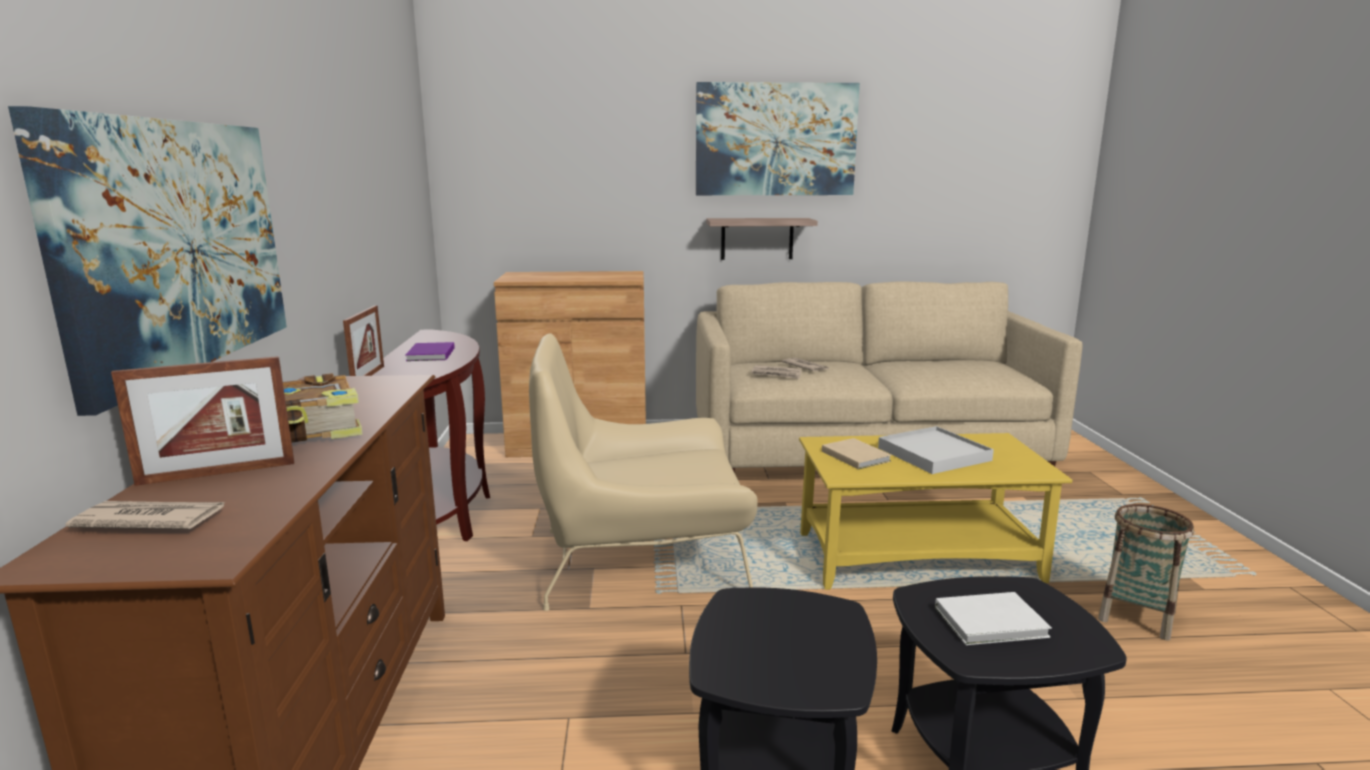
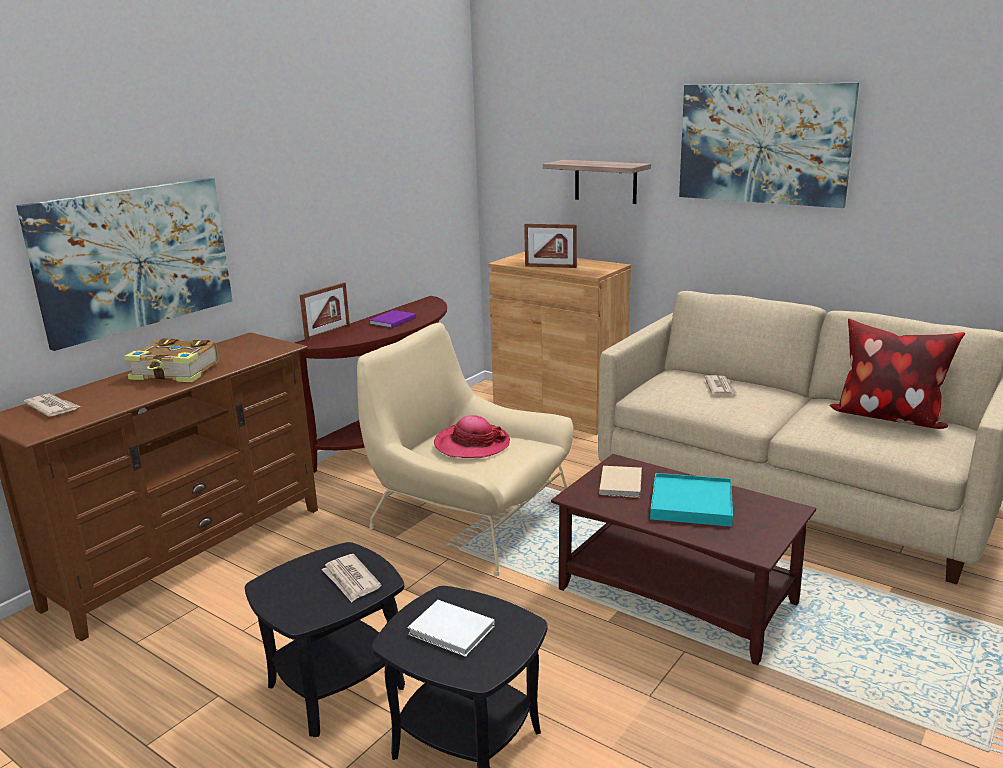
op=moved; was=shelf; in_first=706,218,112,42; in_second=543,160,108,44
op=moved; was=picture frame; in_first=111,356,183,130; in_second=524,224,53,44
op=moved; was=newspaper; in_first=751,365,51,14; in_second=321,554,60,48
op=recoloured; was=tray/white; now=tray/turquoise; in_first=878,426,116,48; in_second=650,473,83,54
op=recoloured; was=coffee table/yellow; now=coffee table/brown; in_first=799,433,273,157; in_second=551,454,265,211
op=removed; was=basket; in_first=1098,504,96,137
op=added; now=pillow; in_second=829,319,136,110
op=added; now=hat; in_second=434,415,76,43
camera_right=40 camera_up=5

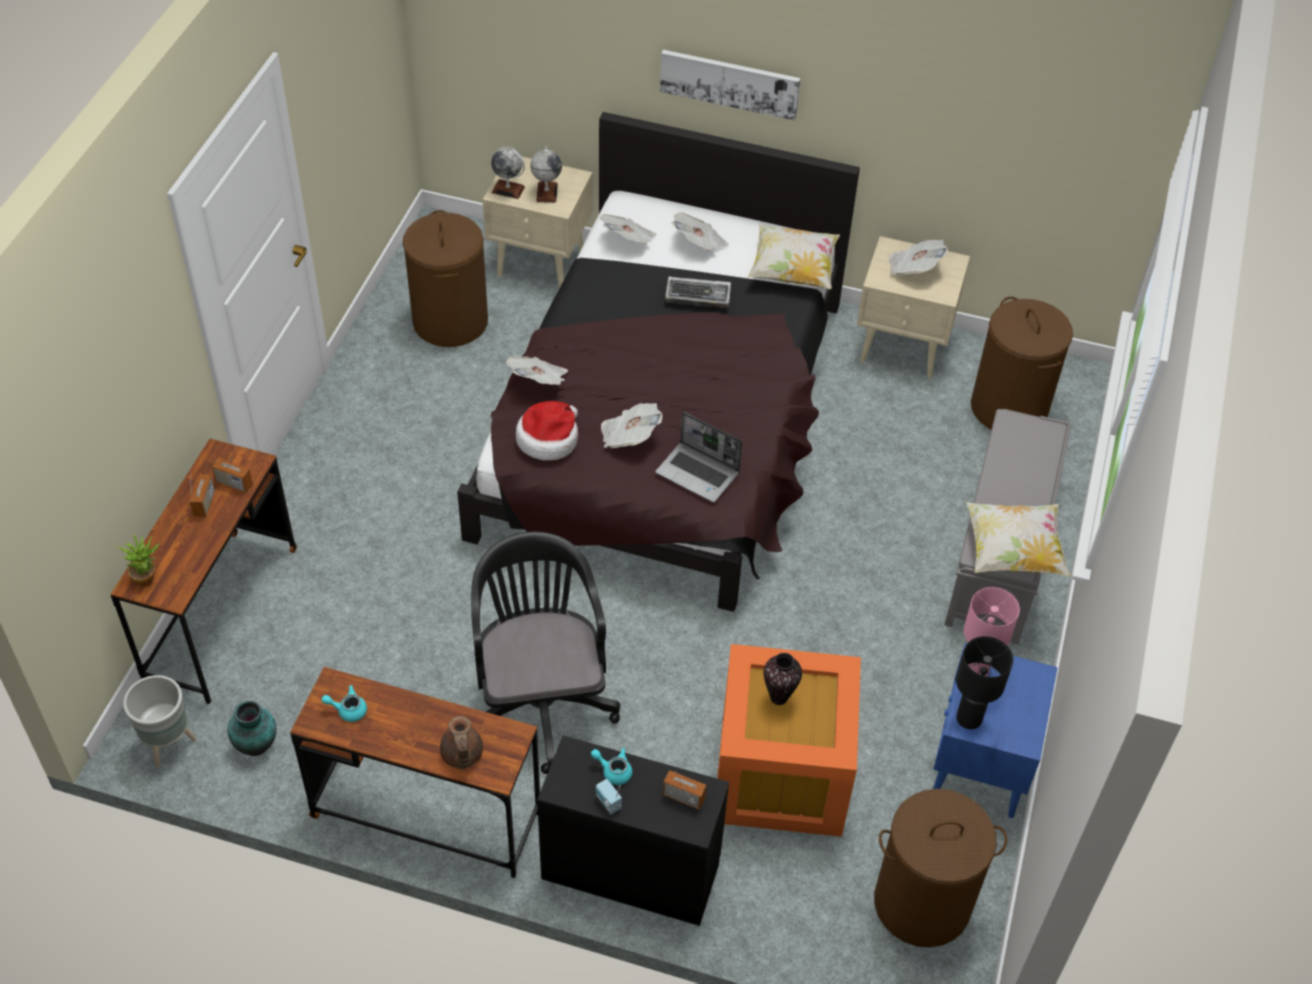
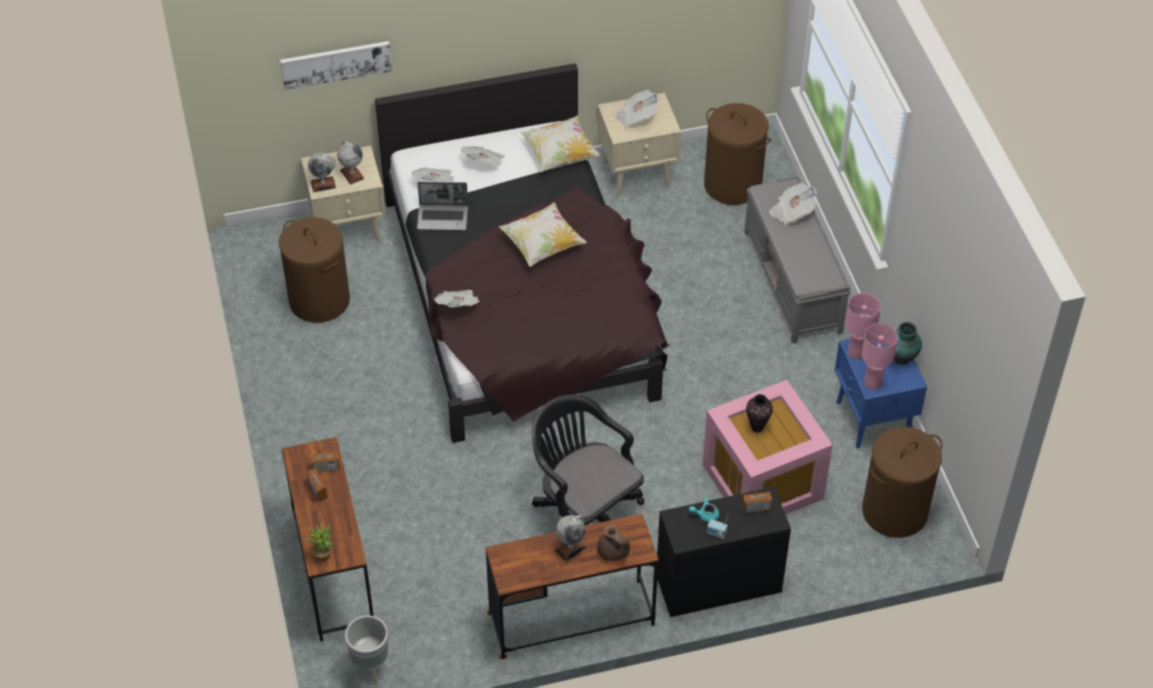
op=moved; was=picture; in_first=660,50,141,71; in_second=280,41,112,49
op=removed; was=keyboard; in_first=665,276,66,32
op=removed; was=hat; in_first=516,401,62,60
op=moved; was=newspaper; in_first=601,403,61,45; in_second=769,183,48,42
op=moved; was=laptop; in_first=656,412,87,90; in_second=417,182,51,48
op=moved; was=pillow; in_first=966,502,105,75; in_second=499,202,88,65
op=recoloured; was=table lamp/black; now=table lamp/pink; in_first=956,636,57,93; in_second=862,323,36,67
op=recoloured; was=storage box/orange; now=storage box/pink; in_first=717,644,144,193; in_second=703,380,130,135
op=removed; was=teapot/turquoise; in_first=321,685,46,37
op=moved; was=vase; in_first=228,701,49,55; in_second=887,322,35,43
op=added; now=globe; in_second=555,515,32,47
camera_right=-30 camera_up=0

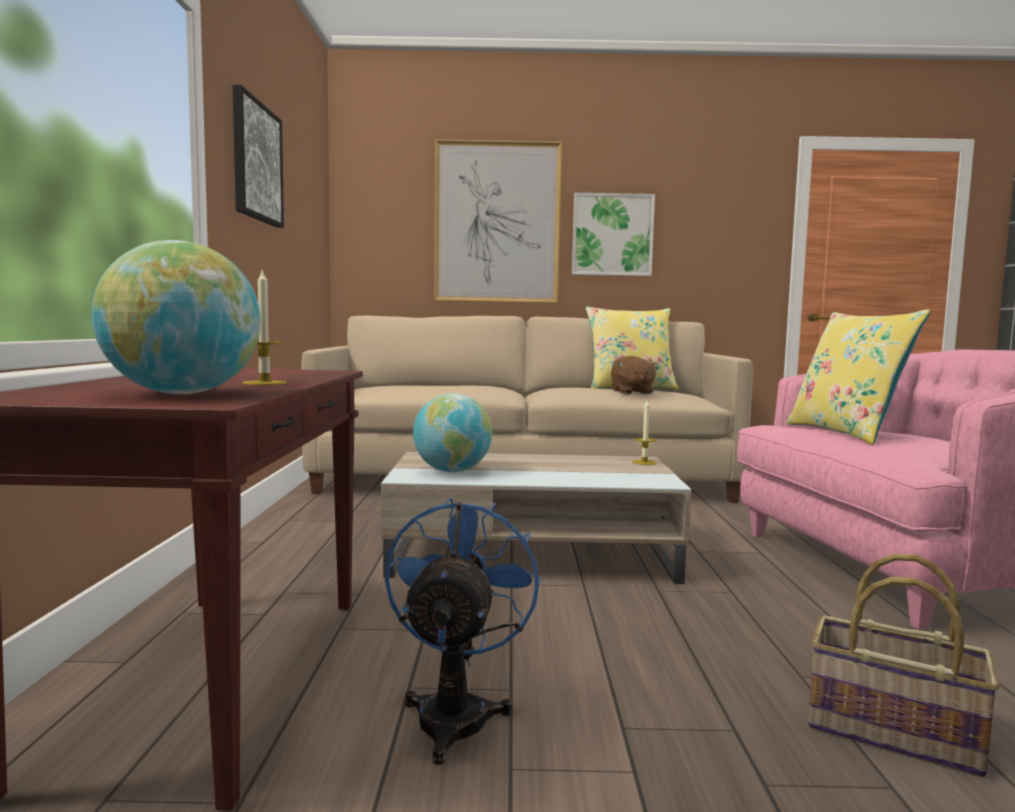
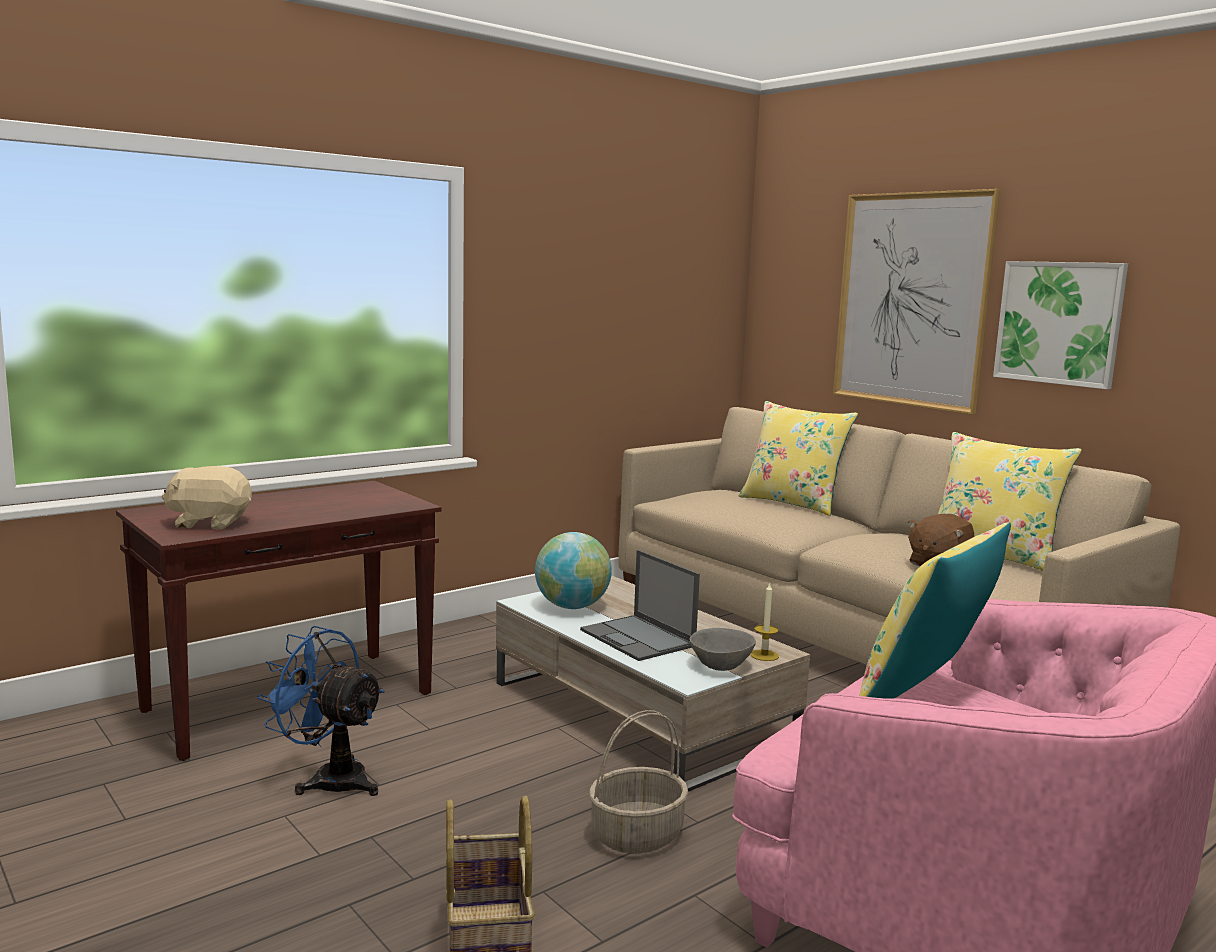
op=removed; was=picture; in_first=233,85,51,143
op=replaced; was=globe; now=plush toy/beige; in_first=91,240,170,154; in_second=161,466,91,63
op=removed; was=candle; in_first=242,268,45,117
op=turned; was=fan/blue; in_first=385,498,156,267; in_second=257,626,128,170; clockwise=-120
op=added; now=pillow/yellow; in_second=739,401,119,115
op=added; now=laptop; in_second=580,550,120,111
op=added; now=bowl/grey; in_second=690,628,66,43
op=added; now=basket; in_second=589,710,99,143
camera_right=50 camera_up=5

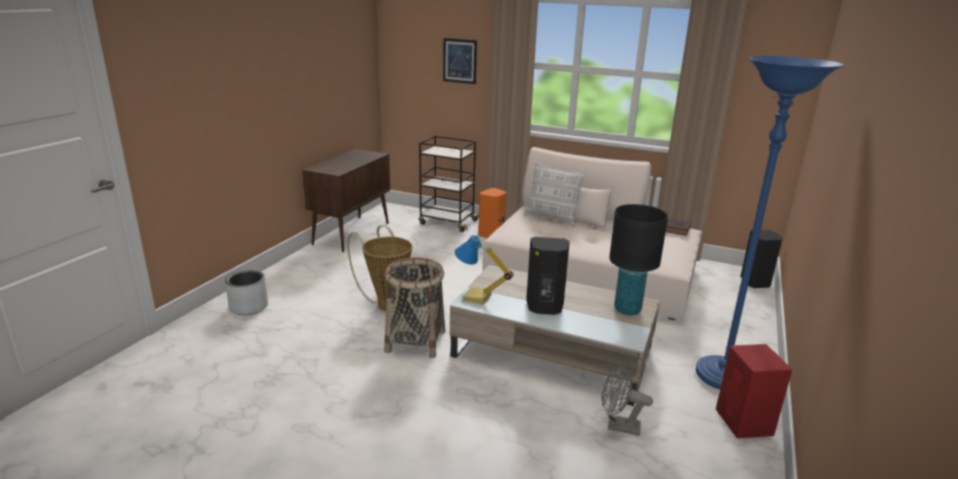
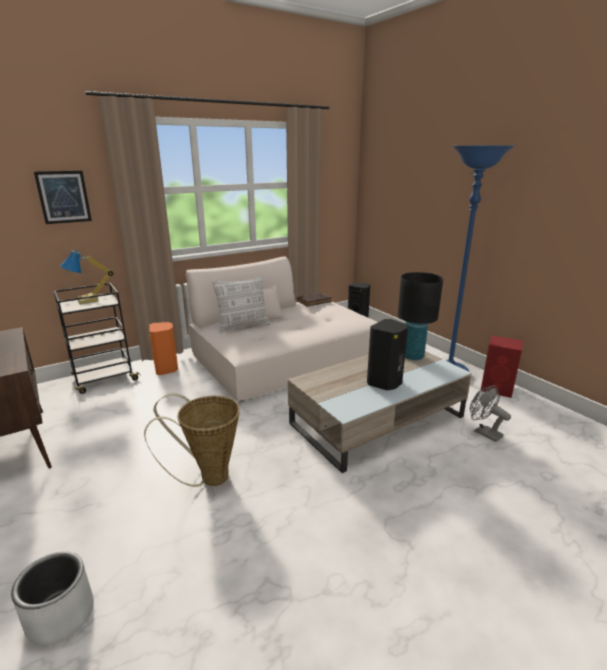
op=moved; was=table lamp; in_first=454,235,60,70; in_second=60,250,54,55
op=removed; was=basket; in_first=384,258,61,100
op=turned; was=fan/grey; in_first=602,364,51,72; in_second=470,385,41,57; clockwise=90
camera_right=-55 camera_up=0

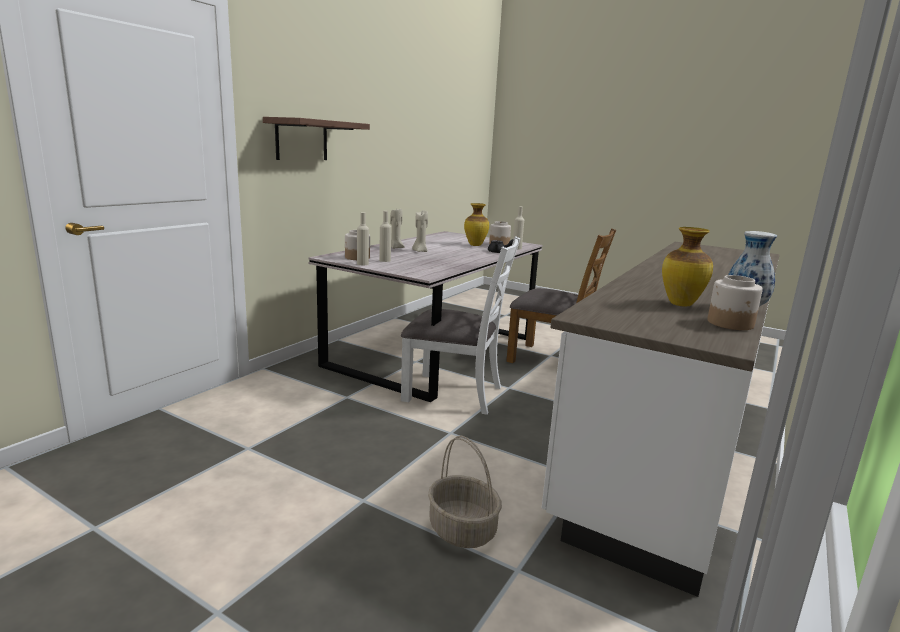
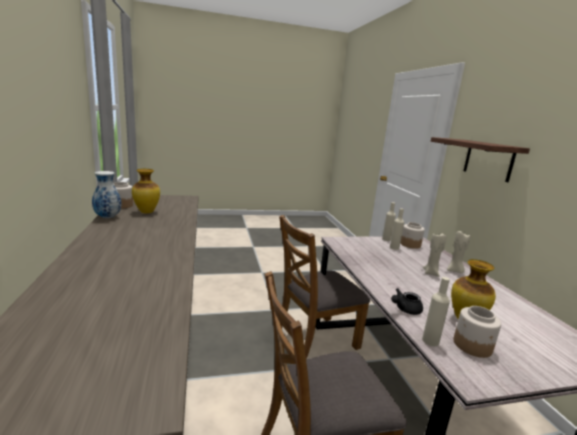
op=recoloured; was=chair/white; now=chair/brown; in_first=401,236,119,179; in_second=279,215,91,144
op=removed; was=basket; in_first=428,436,74,112
camera_right=135 camera_up=0

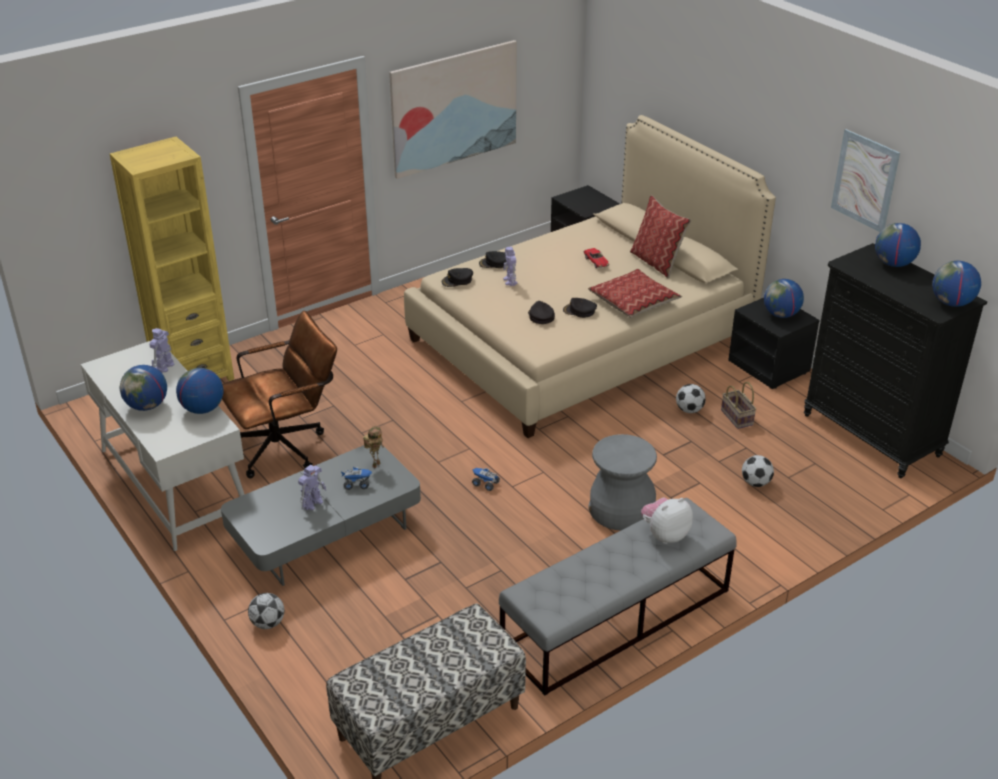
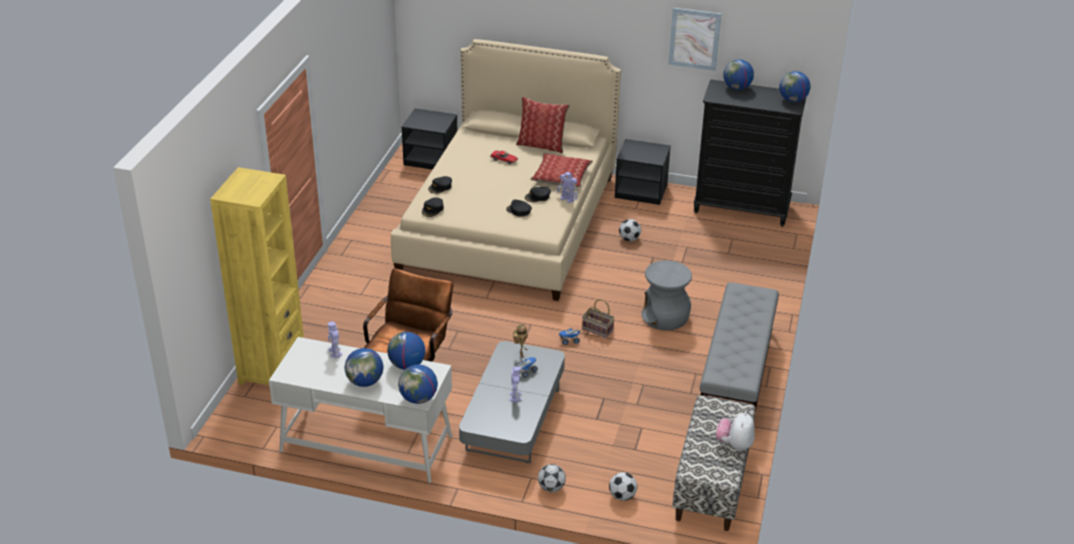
op=removed; was=picture; in_first=389,40,128,139
op=moved; was=toy robot; in_first=503,247,14,39; in_second=557,172,21,31
op=moved; was=globe; in_first=764,279,40,39; in_second=398,364,40,40
op=moved; was=basket; in_first=721,382,35,47; in_second=582,299,33,39
op=moved; was=football; in_first=742,455,32,32; in_second=609,472,28,29
op=moved; was=plush toy; in_first=641,497,52,47; in_second=716,412,39,39
camera_right=-40 camera_up=0

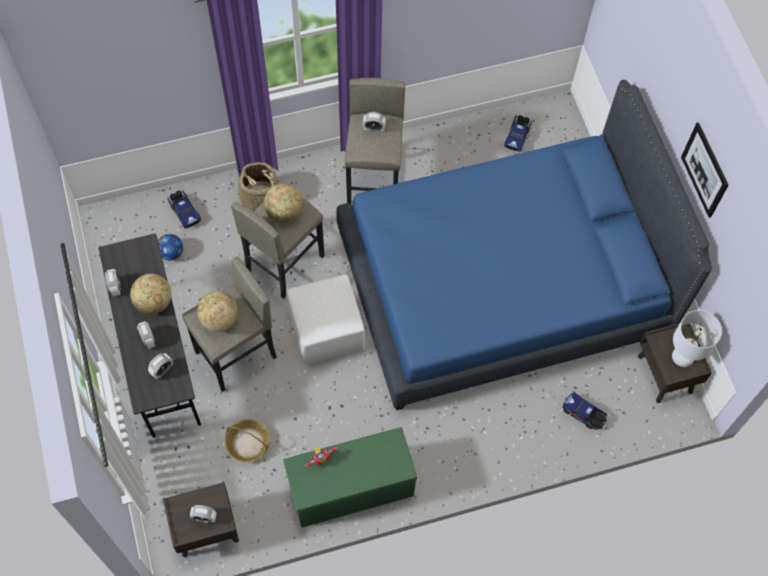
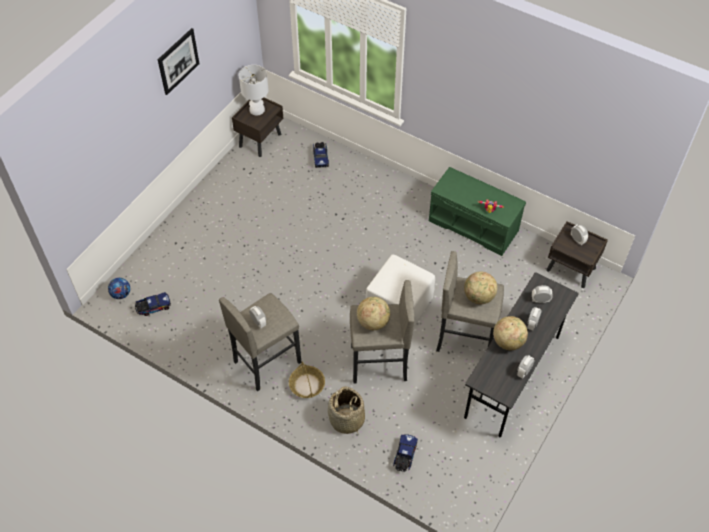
op=removed; was=bed/blue; in_first=336,80,376,330
op=moved; was=football; in_first=158,234,25,26; in_second=108,278,22,21
op=moved; was=basket; in_first=225,419,45,43; in_second=289,362,36,36
camera_right=-130 camera_up=-10

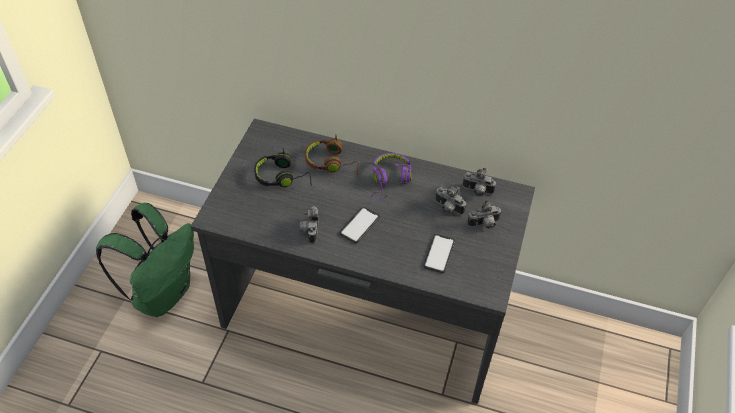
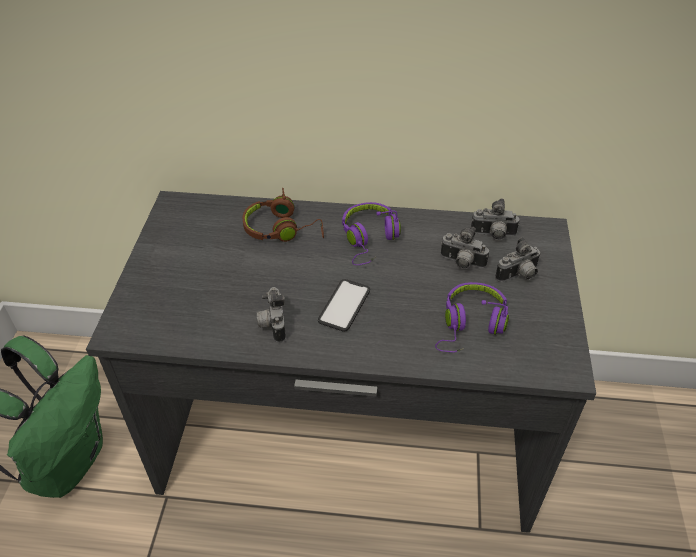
op=removed; was=headphones/black; in_first=254,148,58,39
op=replaced; was=phone; now=headphones/purple; in_first=423,234,32,39; in_second=435,282,74,71
camera_right=-10 camera_up=-5

